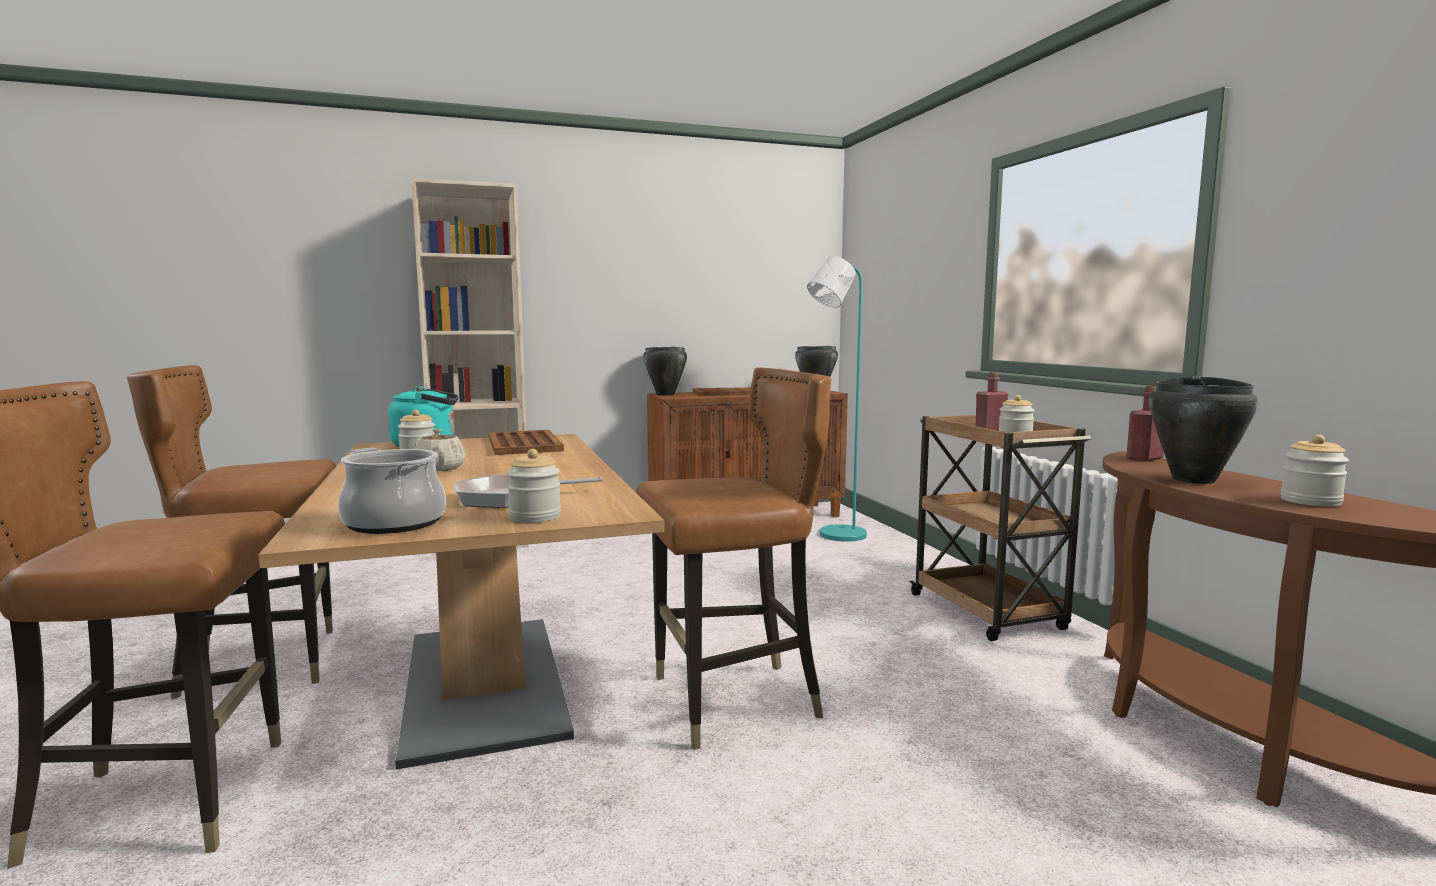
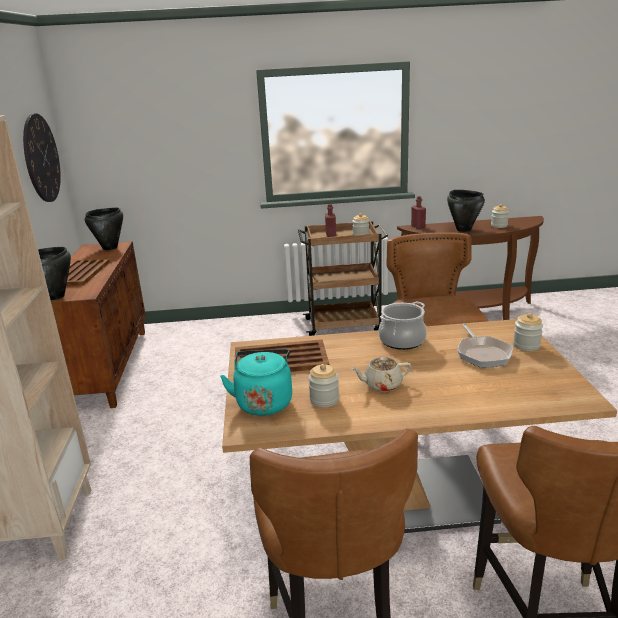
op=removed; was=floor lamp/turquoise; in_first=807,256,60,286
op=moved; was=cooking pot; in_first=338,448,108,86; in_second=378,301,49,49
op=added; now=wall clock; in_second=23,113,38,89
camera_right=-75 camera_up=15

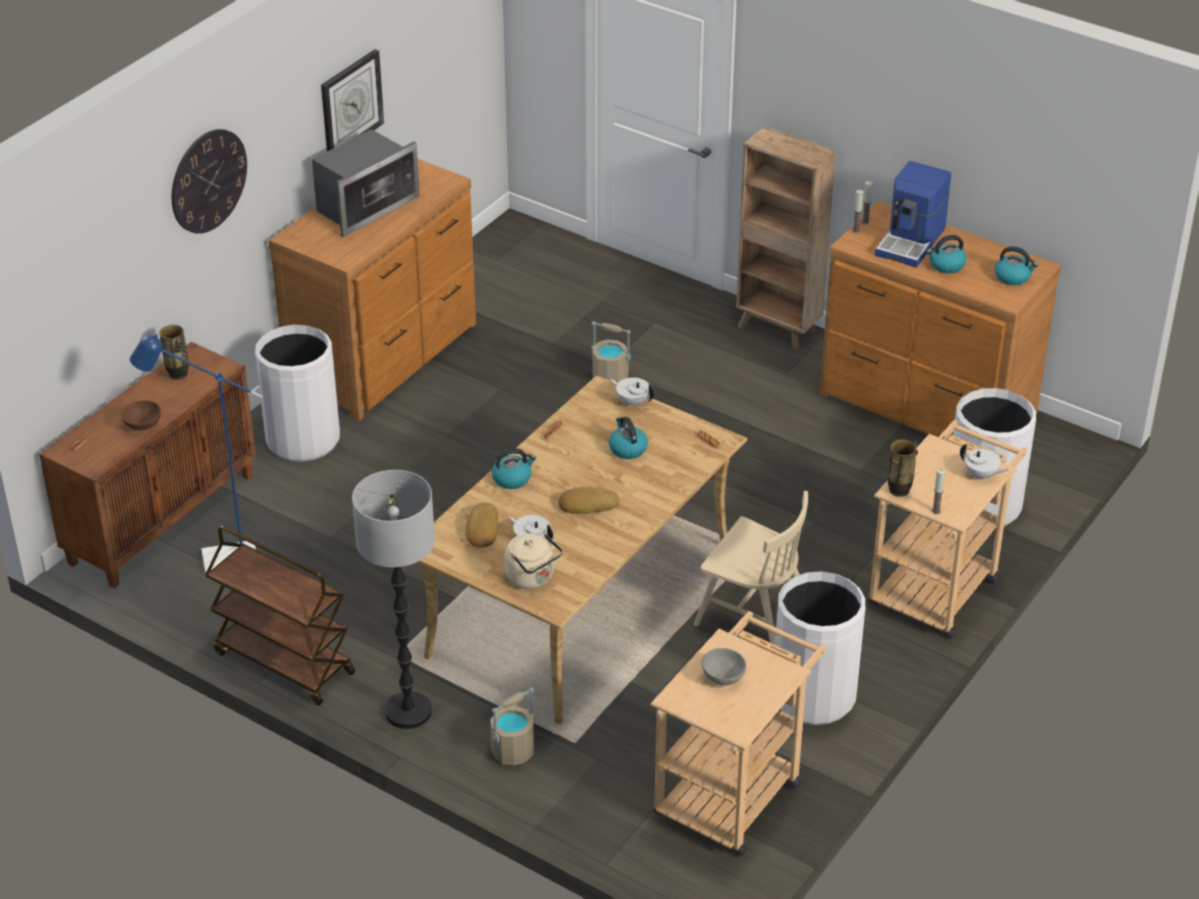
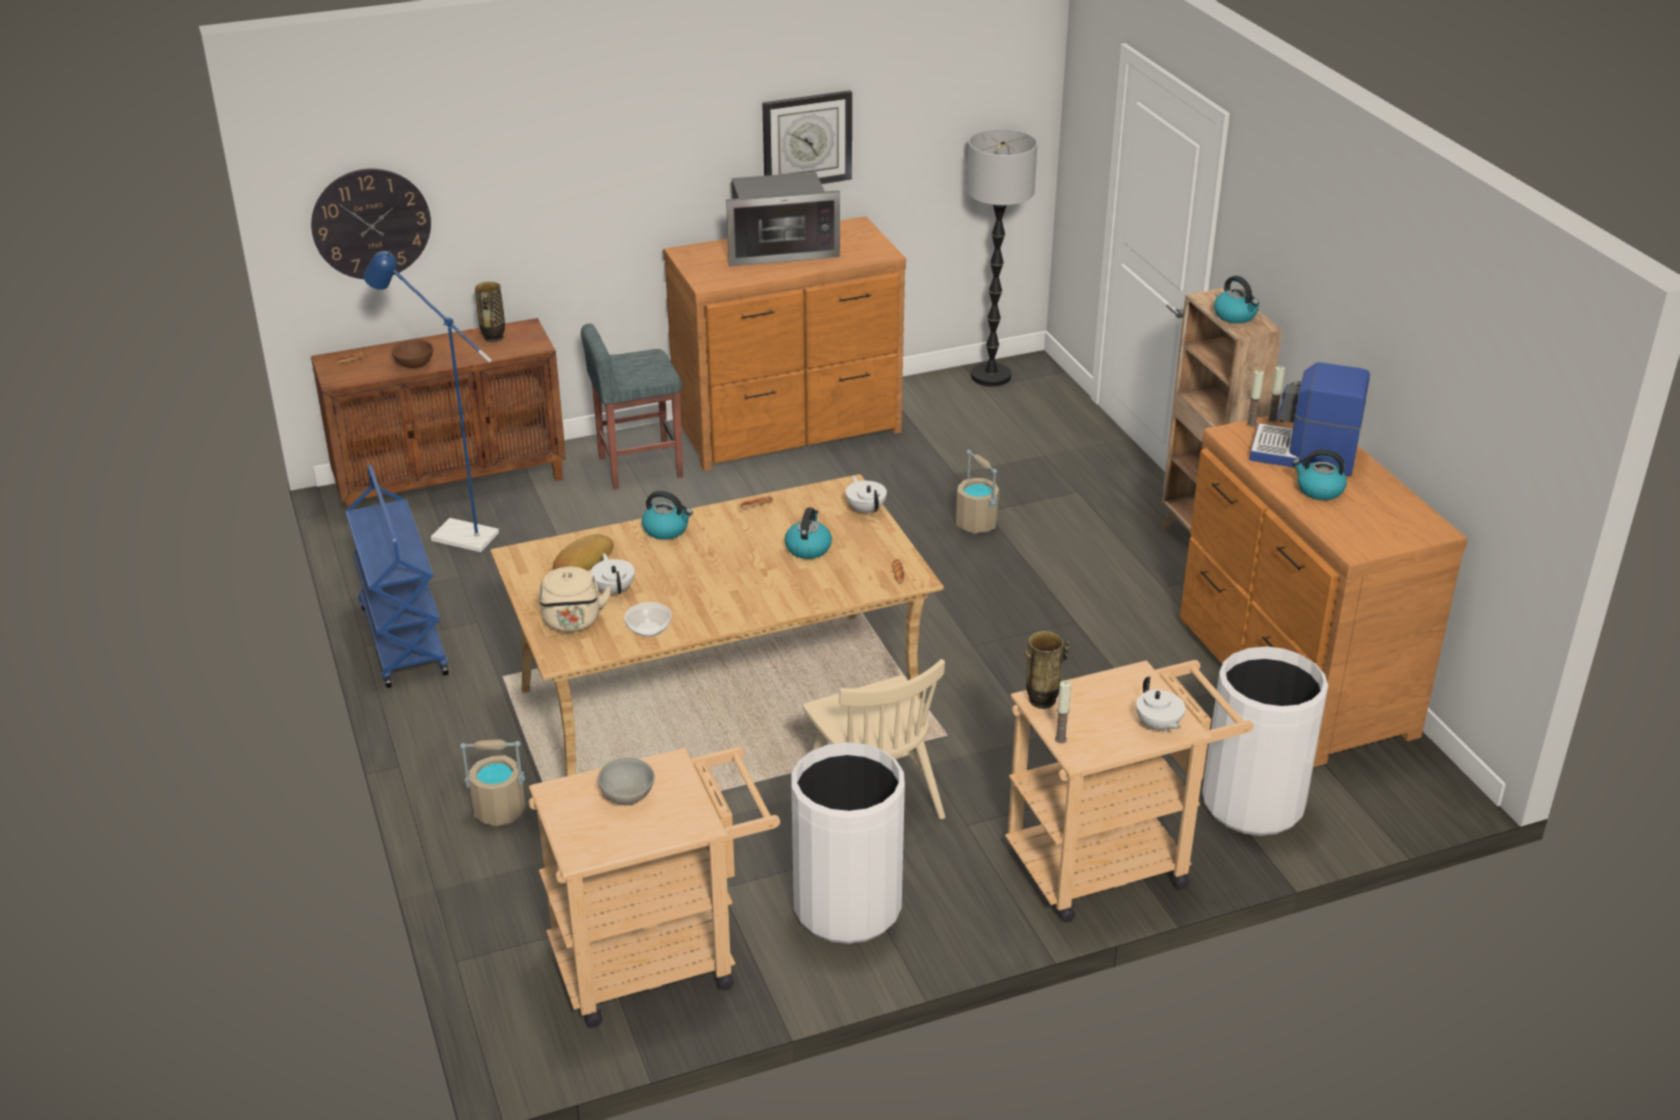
op=moved; was=wall clock; in_first=172,129,75,105; in_second=311,168,120,111
op=turned; was=coffee machine; in_first=875,161,76,107; in_second=1249,362,121,114; clockwise=45
op=moved; was=kettle; in_first=995,246,43,39; in_second=1214,276,45,47
op=replaced; was=trash can/white; now=stool/grey; in_first=255,325,85,137; in_second=581,324,102,166
op=moved; was=floor lamp; in_first=352,470,83,259; in_second=967,129,71,257
op=removed; was=bread; in_first=558,487,62,27
op=recoloured; was=cart/brown; now=cart/blue; in_first=205,525,150,180; in_second=345,465,104,223
op=added; now=bowl; in_second=624,602,47,35
camera_right=35 camera_up=-5

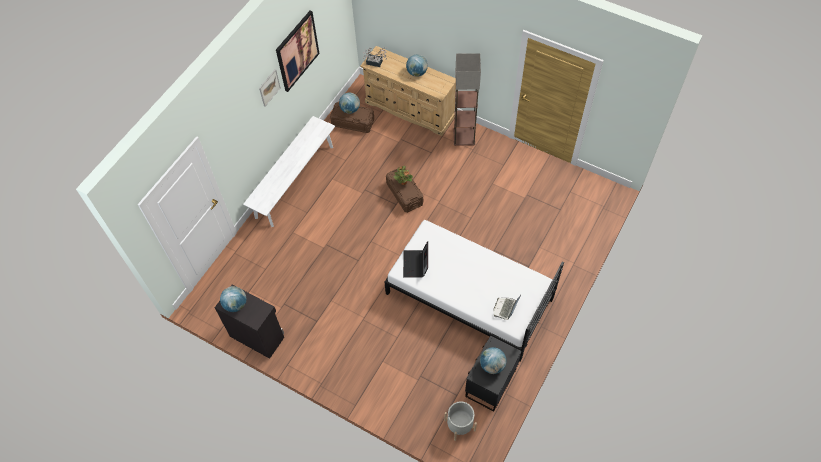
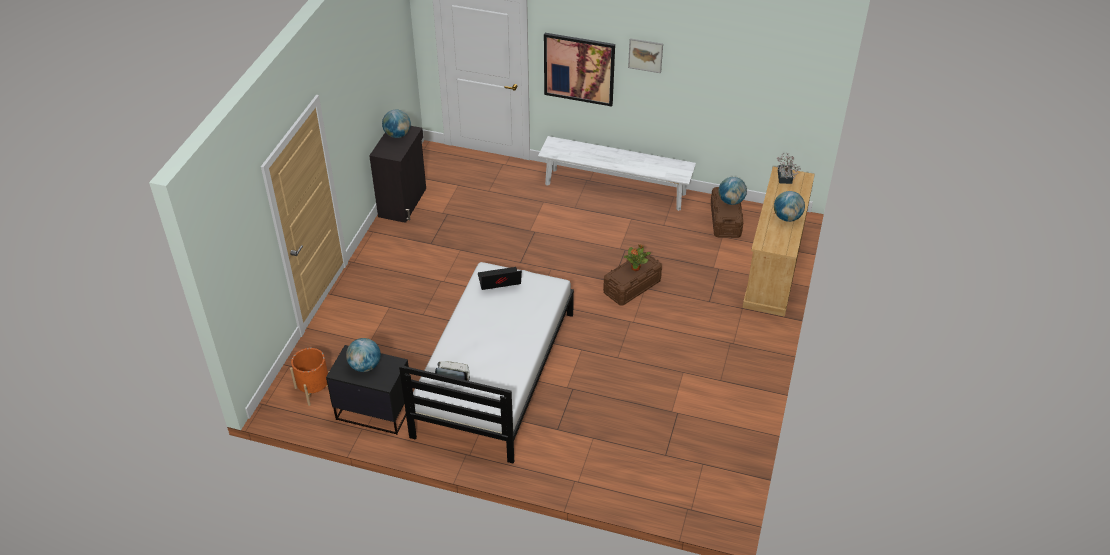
op=moved; was=picture; in_first=276,10,44,82; in_second=544,33,71,74
op=removed; was=floor lamp; in_first=454,53,27,93
op=recoloured; was=planter/grey; now=planter/orange; in_first=444,401,33,40; in_second=290,348,39,58
camera_right=75 camera_up=-15

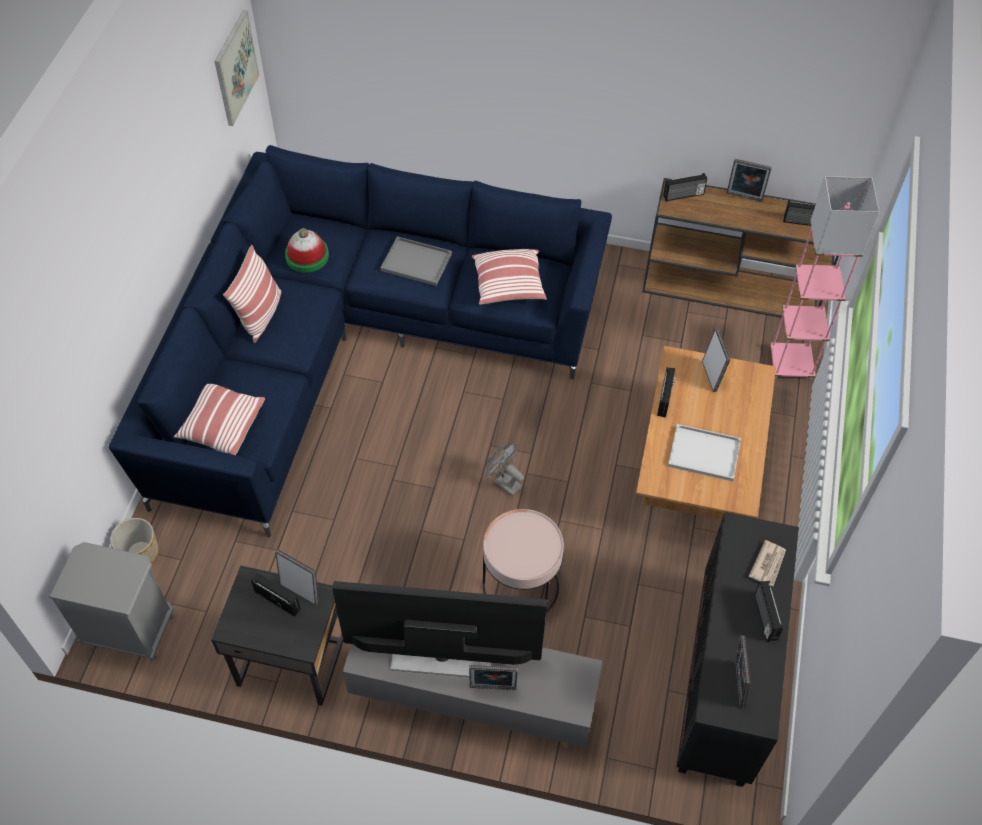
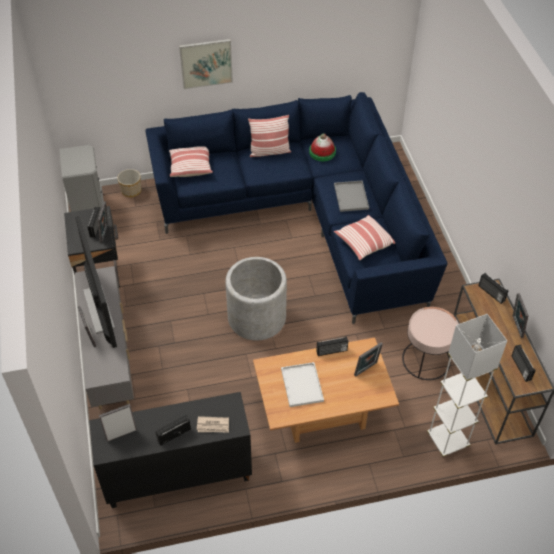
op=moved; was=picture; in_first=215,10,44,116; in_second=179,39,54,50
op=recoloured; was=floor lamp/pink; now=floor lamp/white; in_first=770,176,109,204; in_second=427,314,80,143
op=replaced; was=fan/grey; now=planter/grey; in_first=485,444,39,52; in_second=225,257,62,83
op=moved; was=side table/pink; in_first=483,509,81,104; in_second=402,307,57,73
camera_right=65 camera_up=-5

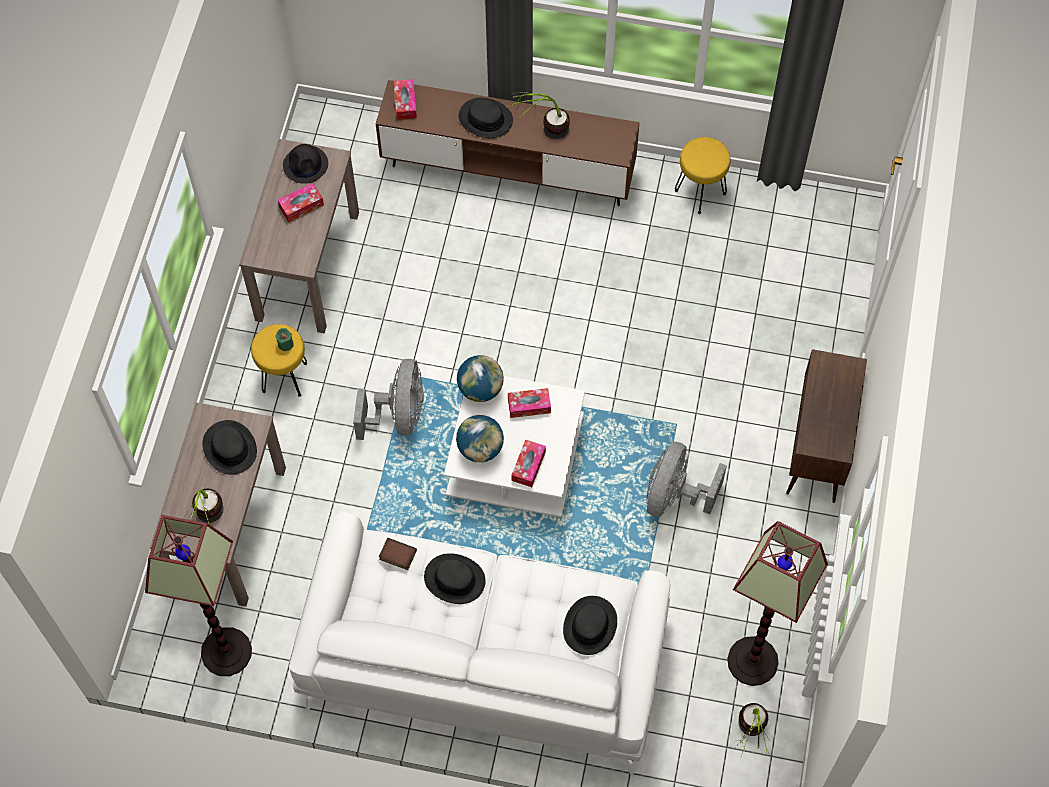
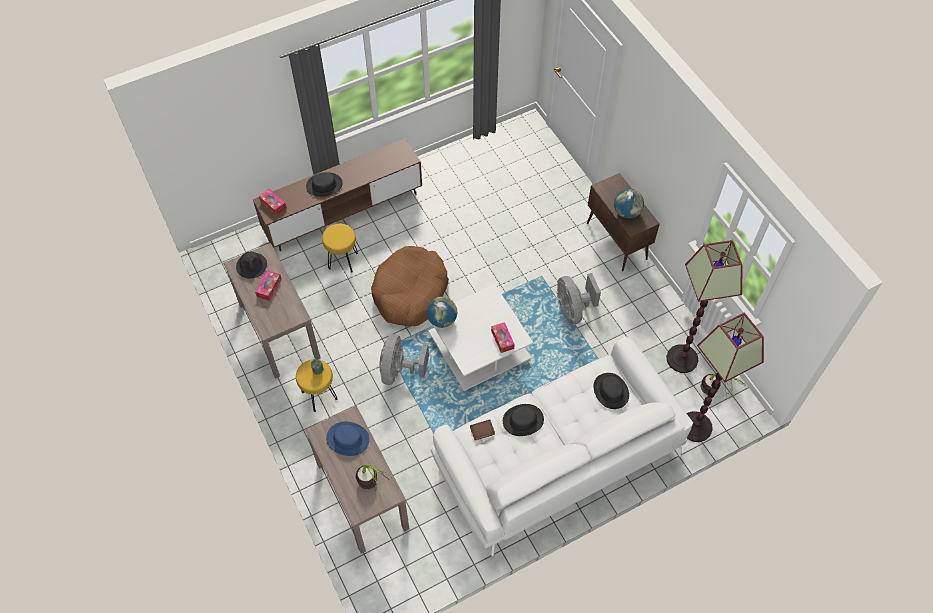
op=removed; was=potted plant; in_first=507,92,63,47
op=moved; was=stool/yellow; in_first=675,137,56,77; in_second=322,224,36,49
op=turned; was=fan/grey; in_first=353,359,71,81; in_second=379,334,50,51; clockwise=-135
op=removed; was=tissue box; in_first=508,388,43,30
op=moved; was=globe; in_first=456,415,48,48; in_second=614,189,30,30
op=recoloured; was=hat/black; now=hat/blue; in_first=203,420,54,55; in_second=326,422,43,34
op=moved; was=floor lamp; in_first=145,515,107,161; in_second=686,313,78,129
op=added; now=dog bed/brown; in_second=371,246,78,80
camera_right=-40 camera_up=-5

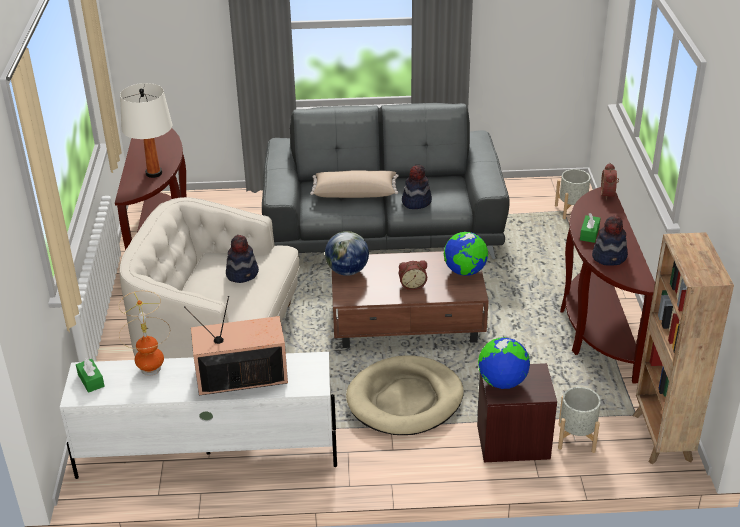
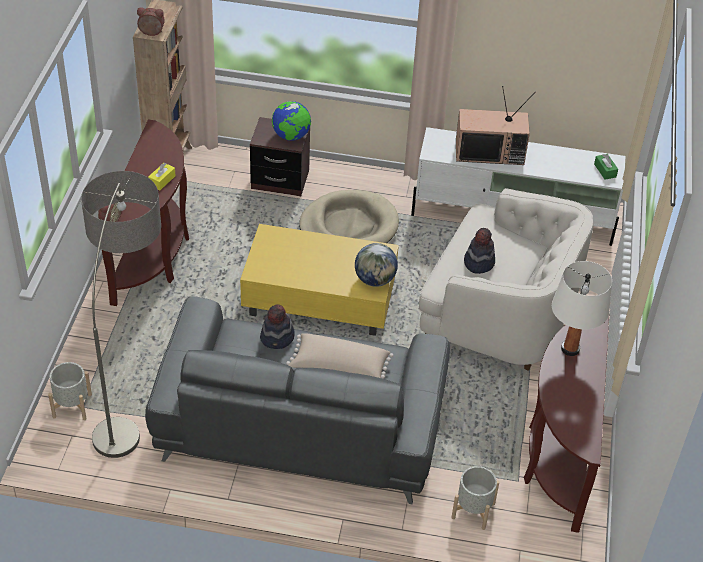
op=recoloured; was=tissue box/green; now=tissue box/yellow; in_first=580,213,21,30; in_second=148,163,28,27
op=removed; was=hat; in_first=592,215,36,51
op=removed; was=globe; in_first=444,232,44,44
op=recoloured; was=coffee table/brown; now=coffee table/yellow; in_first=332,251,157,97; in_second=240,224,159,112
op=moved; was=alarm clock; in_first=399,260,28,30; in_second=137,7,28,29
op=removed; was=table lamp; in_first=118,290,52,86
op=moved; was=planter/grey; in_first=558,387,43,66; in_second=451,466,48,64
op=added; now=floor lamp; in_second=81,171,80,287
camera_right=-170 camera_up=10

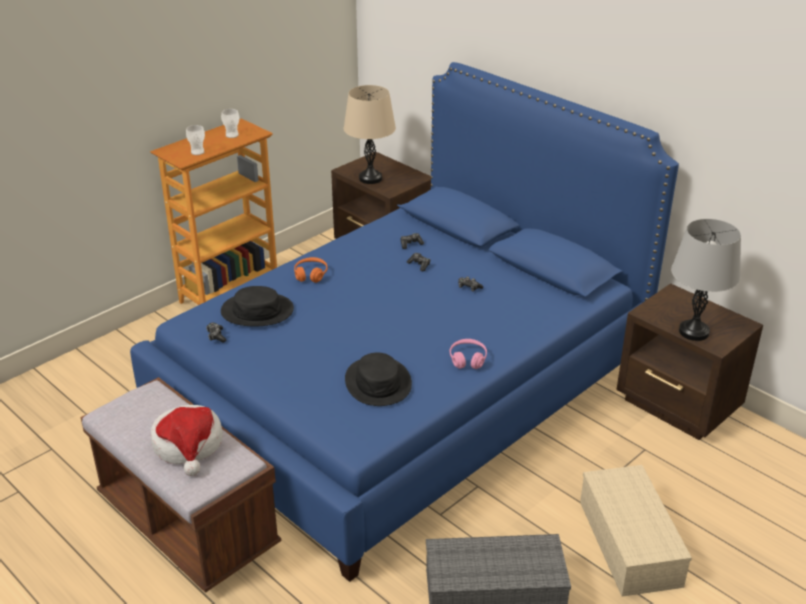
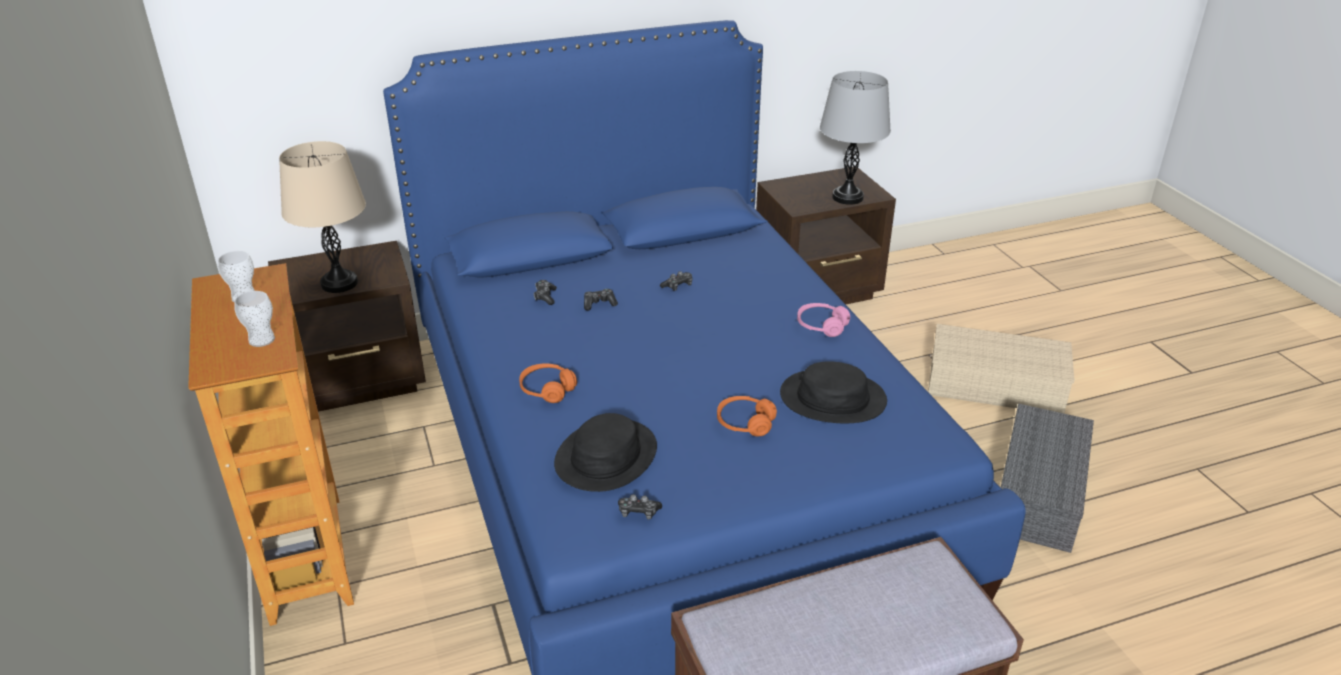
op=removed; was=hat; in_first=151,405,72,71
op=added; now=headphones/orange; in_second=717,396,60,40
camera_right=-65 camera_up=0

